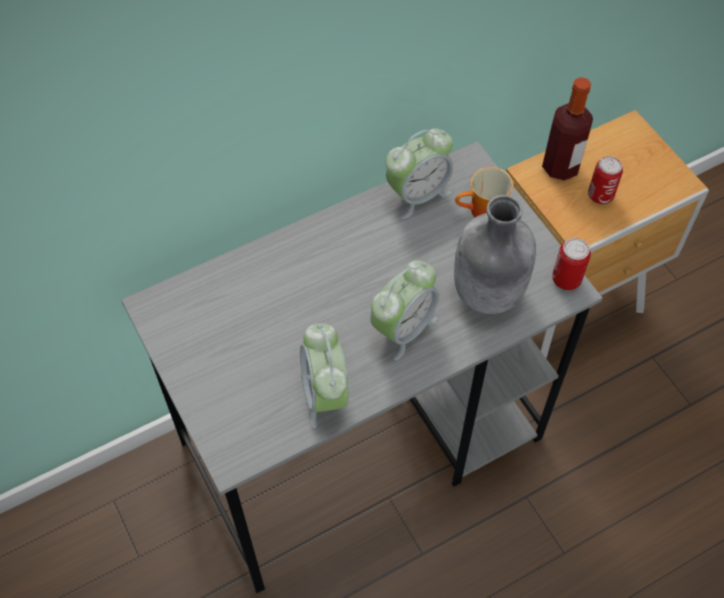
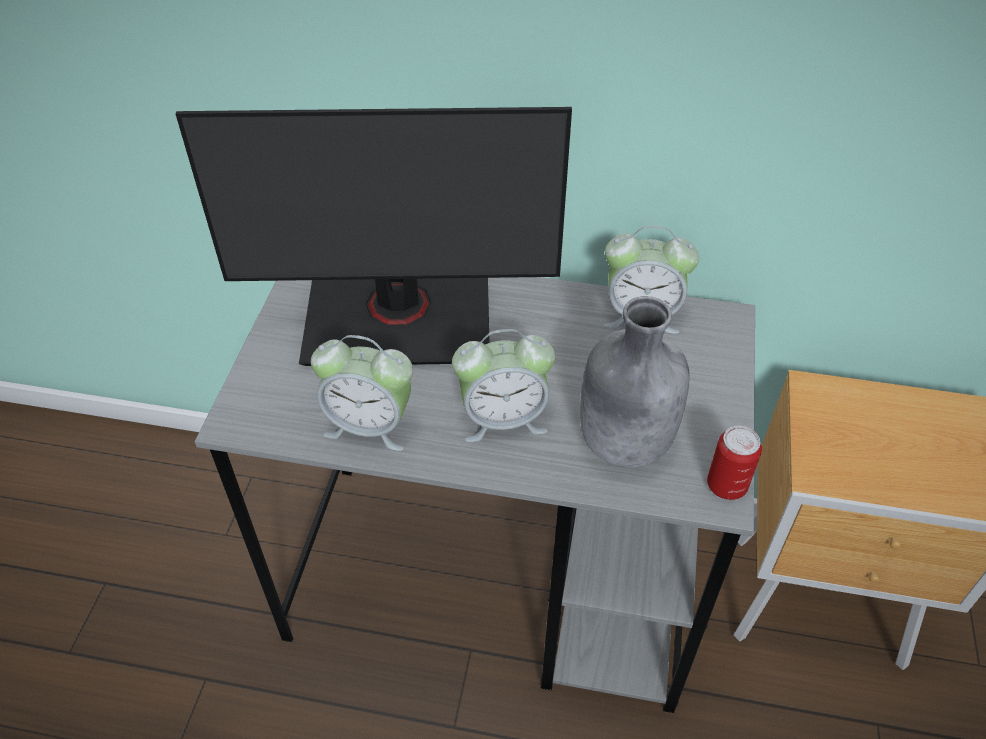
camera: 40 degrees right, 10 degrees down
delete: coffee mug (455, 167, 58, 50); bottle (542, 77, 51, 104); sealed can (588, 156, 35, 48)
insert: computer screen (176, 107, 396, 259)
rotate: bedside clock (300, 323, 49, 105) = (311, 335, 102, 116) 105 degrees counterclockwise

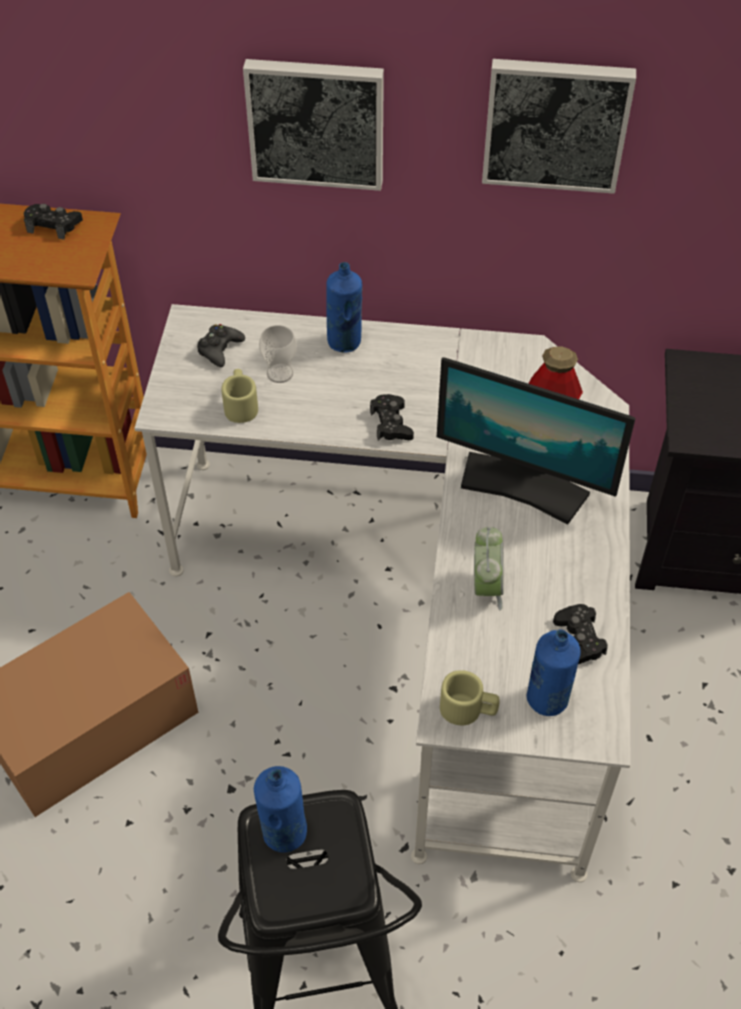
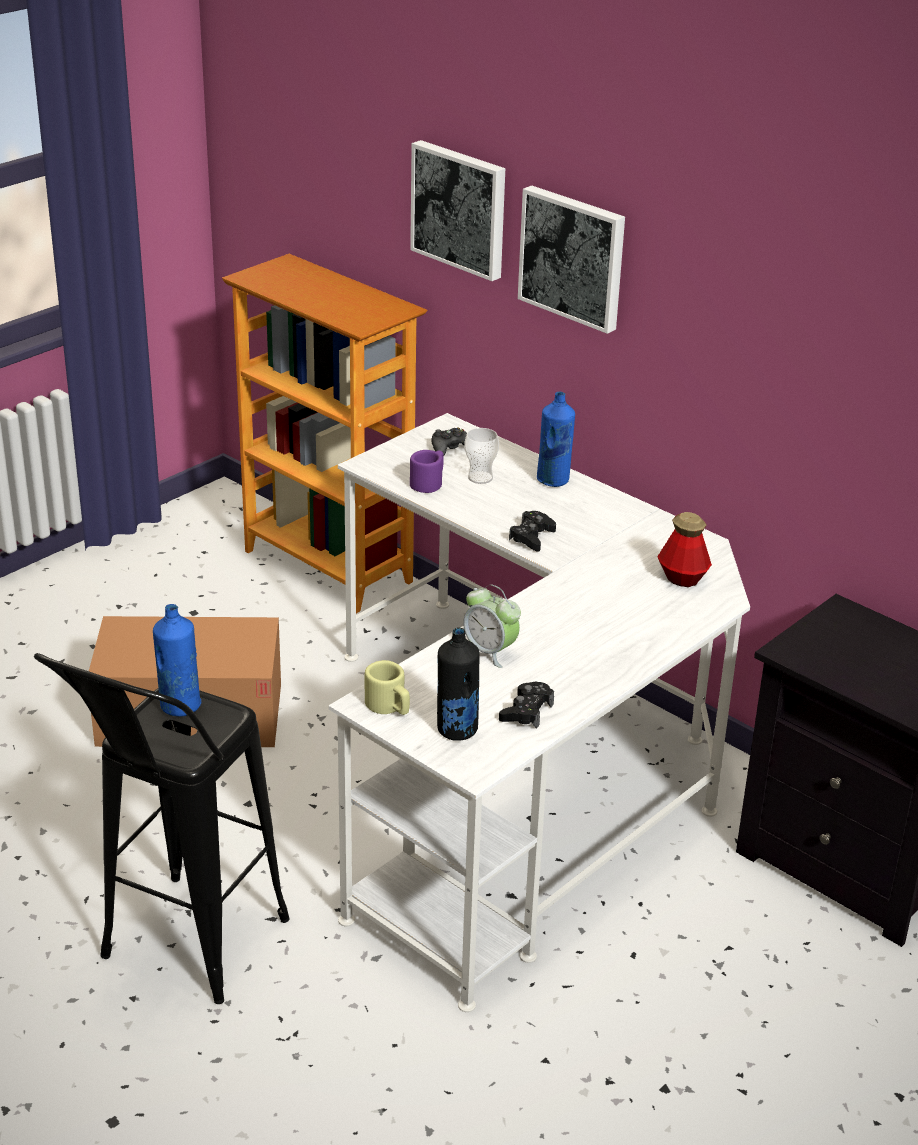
camera: 35 degrees right, 20 degrees down
delete: gamepad/black-coloured (24, 204, 59, 36); computer screen (437, 357, 199, 168)
move: picture (482, 59, 154, 135) to (410, 140, 95, 141)
recolor: coffee mug/sand-coloured (221, 369, 37, 54) to coffee mug/purple-coloured (410, 450, 34, 43); bottle/bluish (526, 630, 55, 86) to bottle/black-coloured (437, 628, 43, 113)
rotate: bedside clock (474, 527, 30, 83) = (463, 584, 58, 84) 90 degrees clockwise

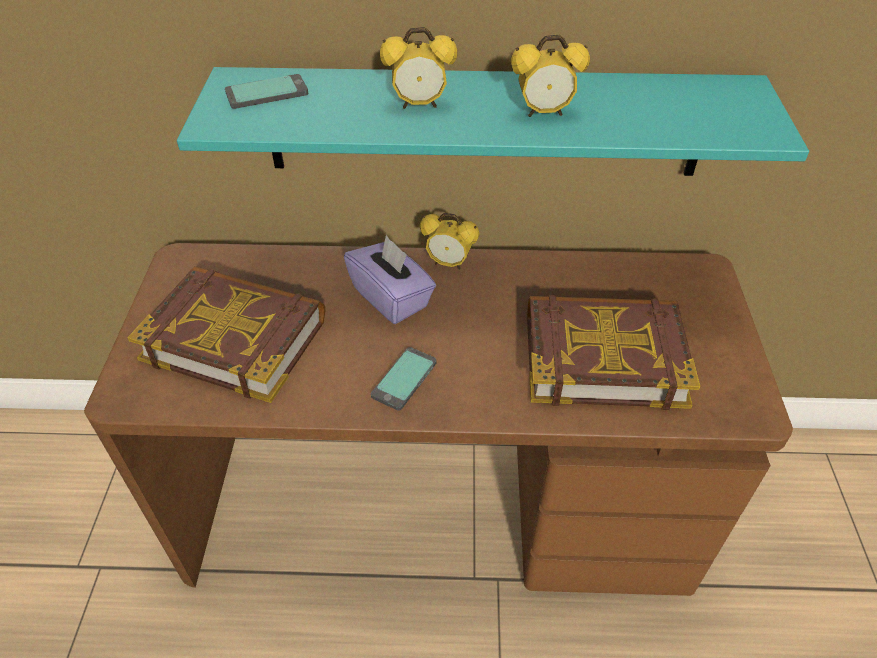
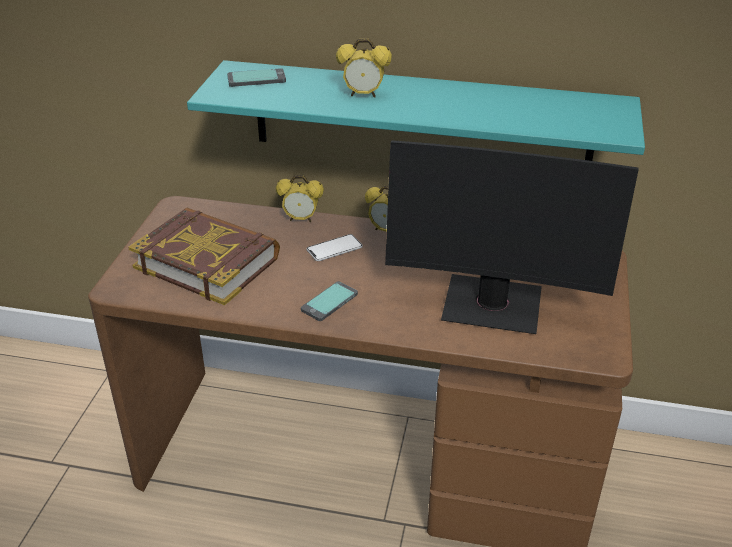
camera: 10 degrees right, 10 degrees down
move: bedside clock (511, 35, 79, 82) to (276, 175, 48, 47)
replace: tissue box/purple-coloured (344, 235, 92, 89) to telephone (306, 234, 57, 27); bound book (527, 295, 173, 115) to computer screen (385, 141, 254, 193)

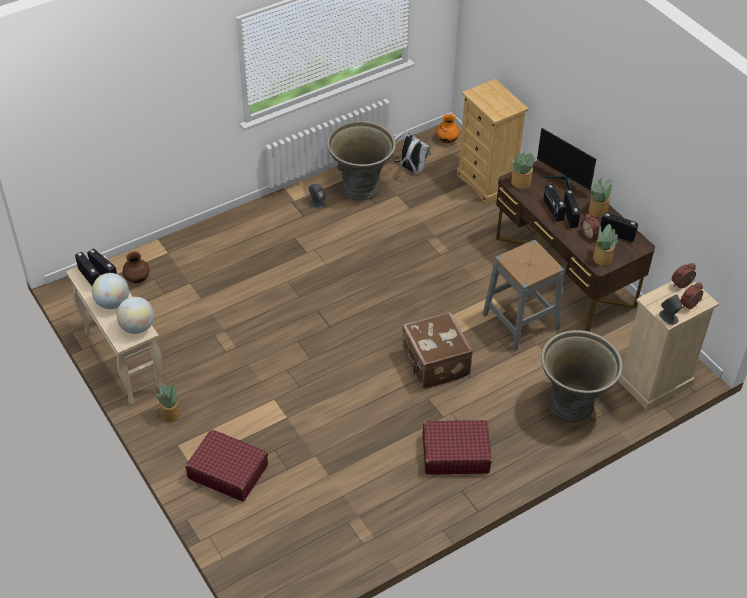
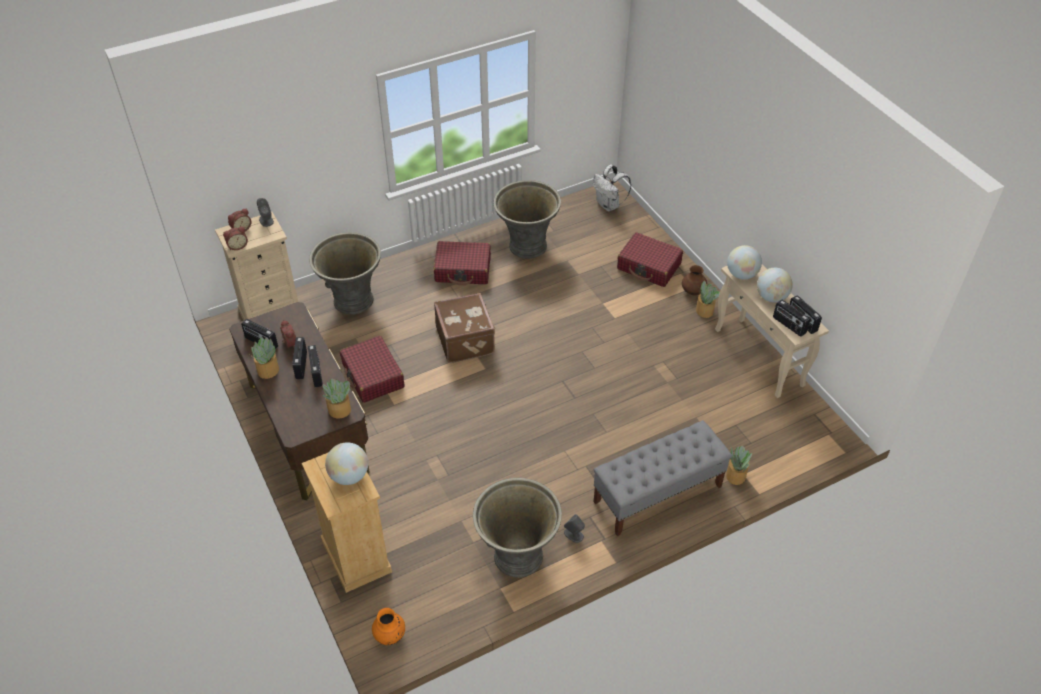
camera: 175 degrees left, 0 degrees up
delete: computer screen (537, 128, 59, 62)
insert: desk globe (325, 442, 43, 43); planter/greyish (494, 180, 67, 79); long seat/greyish (594, 420, 138, 116)
move: flower vase/brown (123, 251, 26, 33) to (682, 265, 25, 31); backpack/white (391, 130, 40, 44) to (593, 164, 38, 48); plant in a pot (593, 224, 25, 41) to (726, 446, 26, 39)
replace: sitting stool/greyish (483, 240, 81, 111) to travel case/red (340, 336, 65, 67)

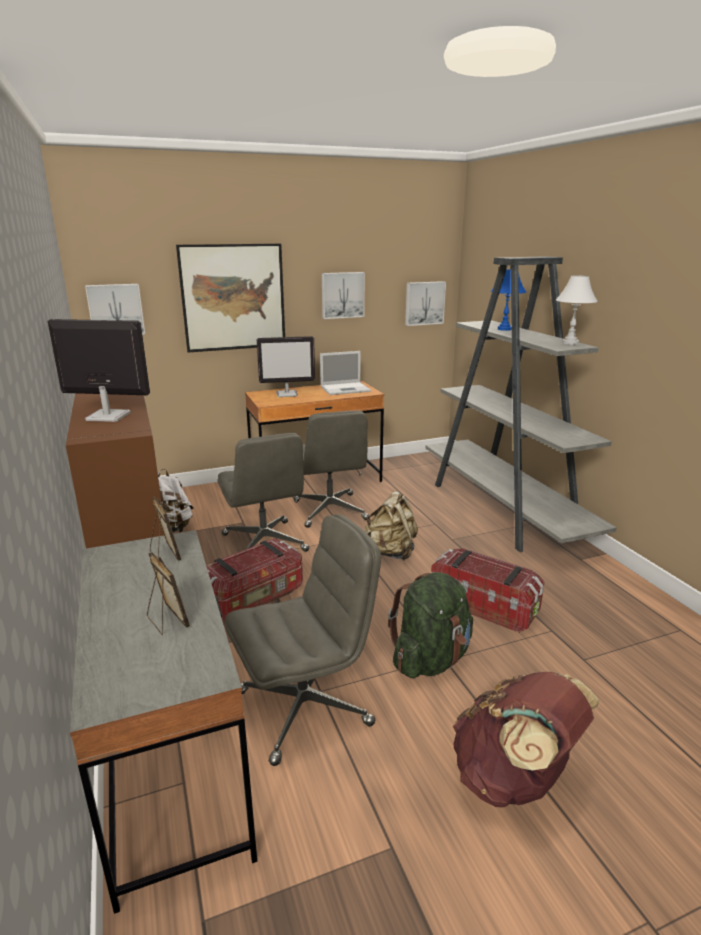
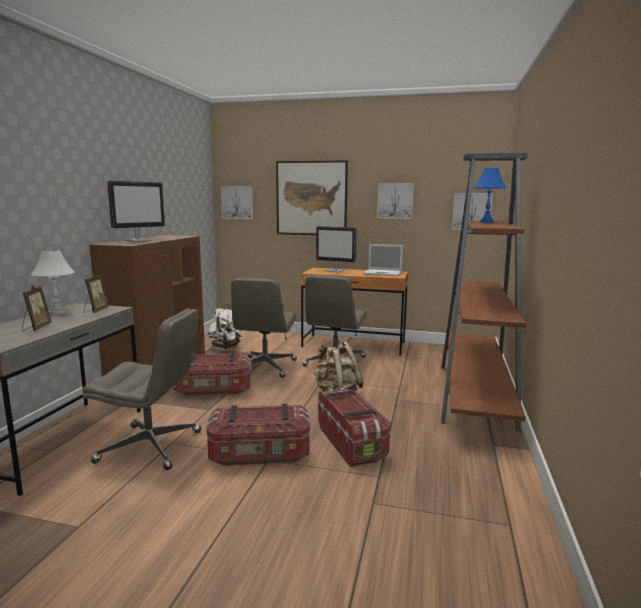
camera: 35 degrees right, 10 degrees down
delete: backpack/brown (453, 672, 147, 135)
move: table lamp/white (556, 275, 42, 70) to (31, 250, 44, 65)
replace: backpack/green (388, 572, 85, 106) to storage container (206, 403, 105, 63)
recolor: bookshelf/greyish (425, 256, 192, 296) to bookshelf/brown (441, 152, 87, 281)
rotate: computer screen (48, 319, 102, 103) = (107, 181, 58, 61) 90 degrees clockwise

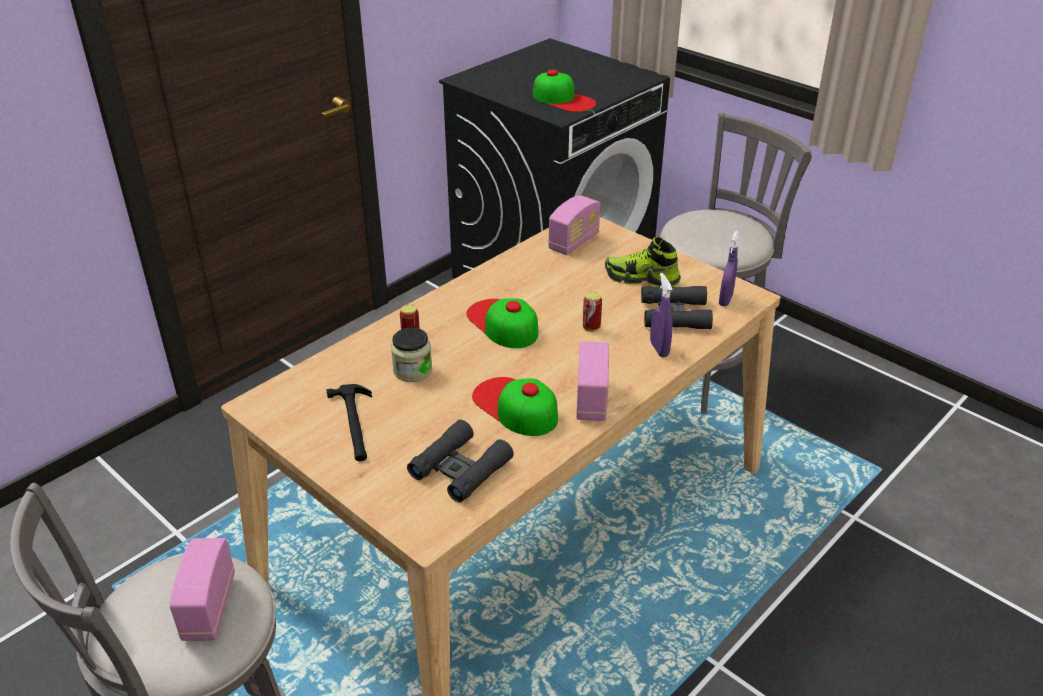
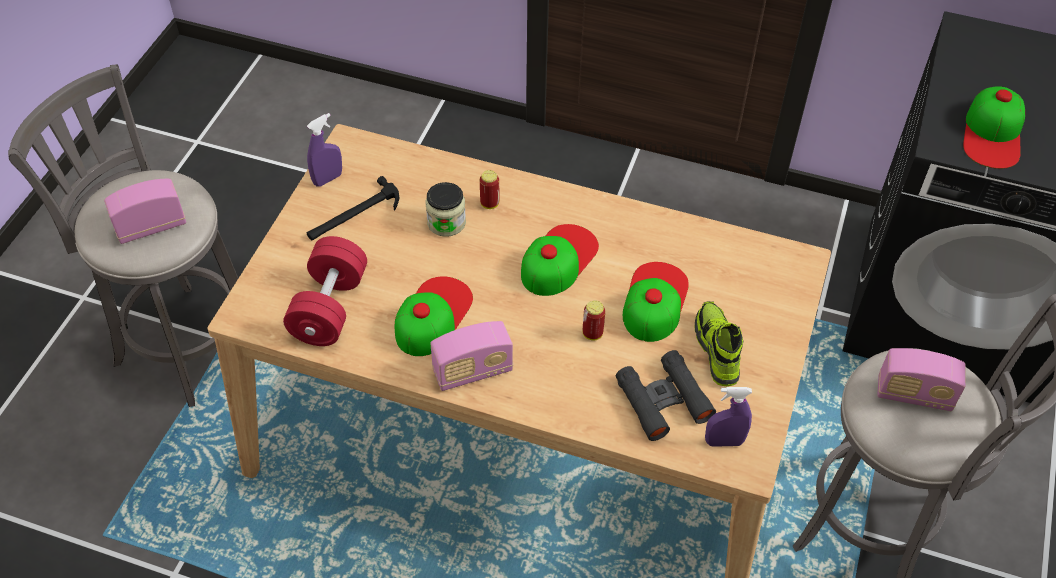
camera: 65 degrees right, 15 degrees up
insert: cap (623, 262, 66, 80)
move: radio set (548, 196, 52, 59) to (877, 348, 89, 63); spray bottle/purple-coloured (650, 273, 23, 84) to (307, 113, 35, 74)
replace: pair of binoculars/black-coloured (407, 420, 107, 82) to dumbbell/red (283, 236, 84, 110)

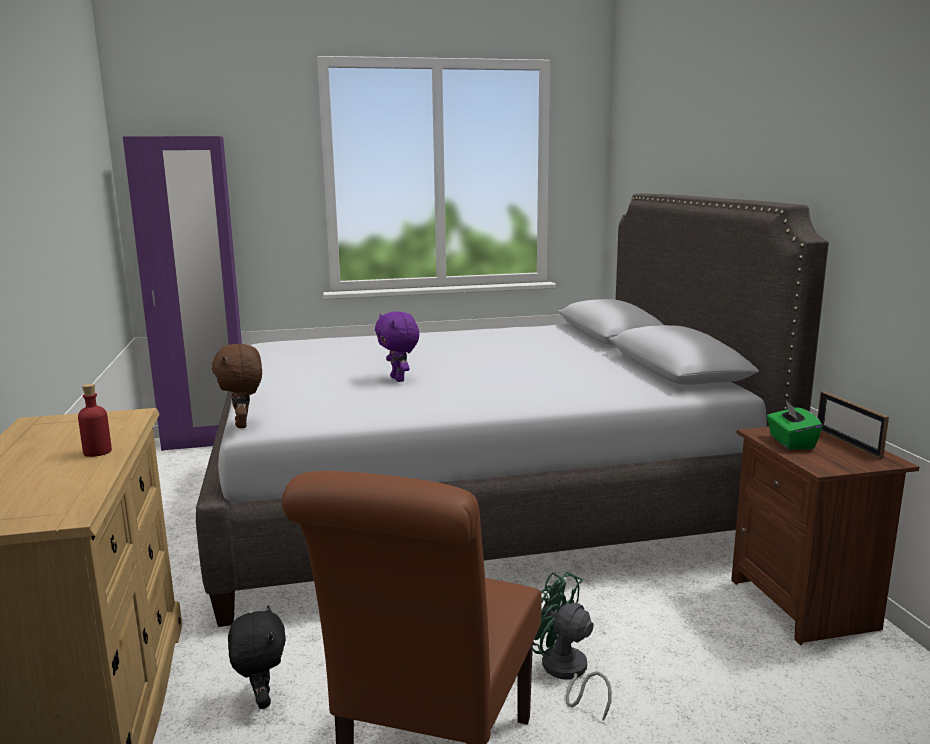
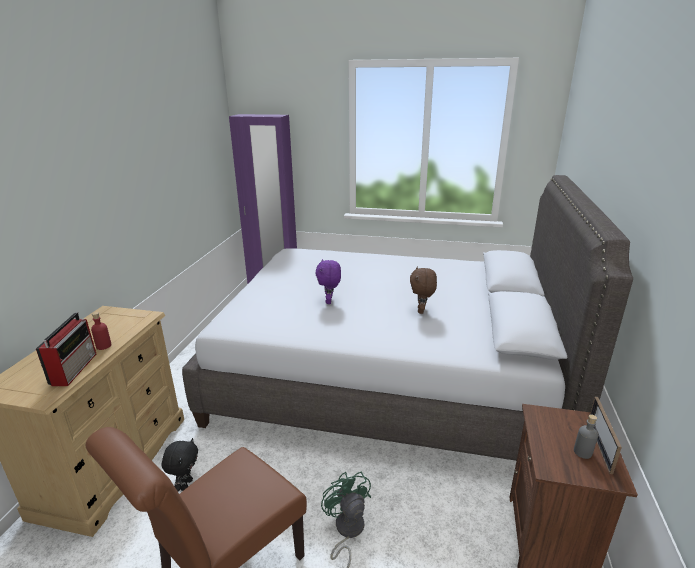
camera: 25 degrees right, 10 degrees up
delete: tissue box/green (767, 401, 55, 49)
insert: radio set (36, 312, 60, 74); bottle/greyish (574, 414, 24, 45)
move: cuddly toy/brown (212, 344, 50, 84) to (410, 266, 27, 48)

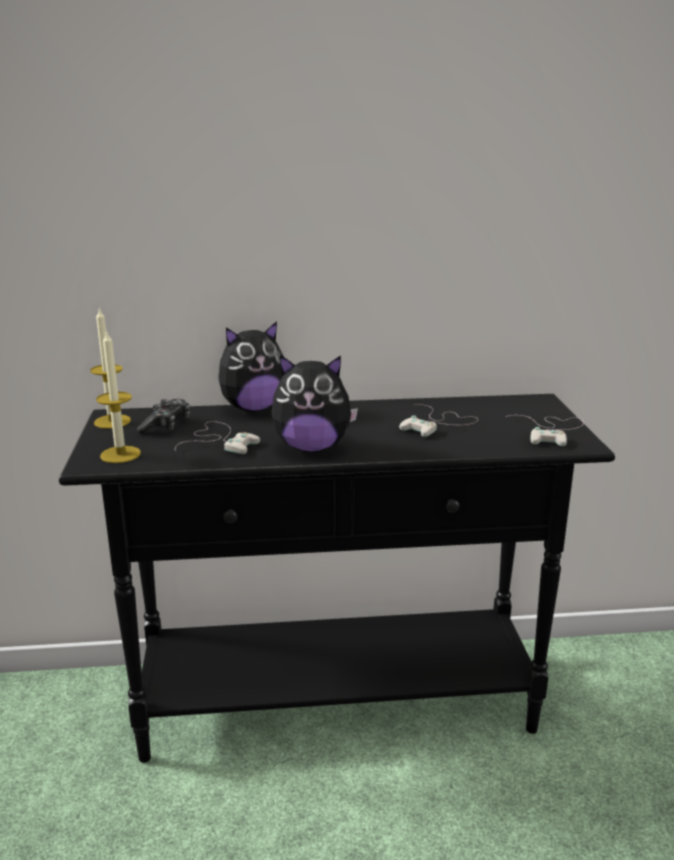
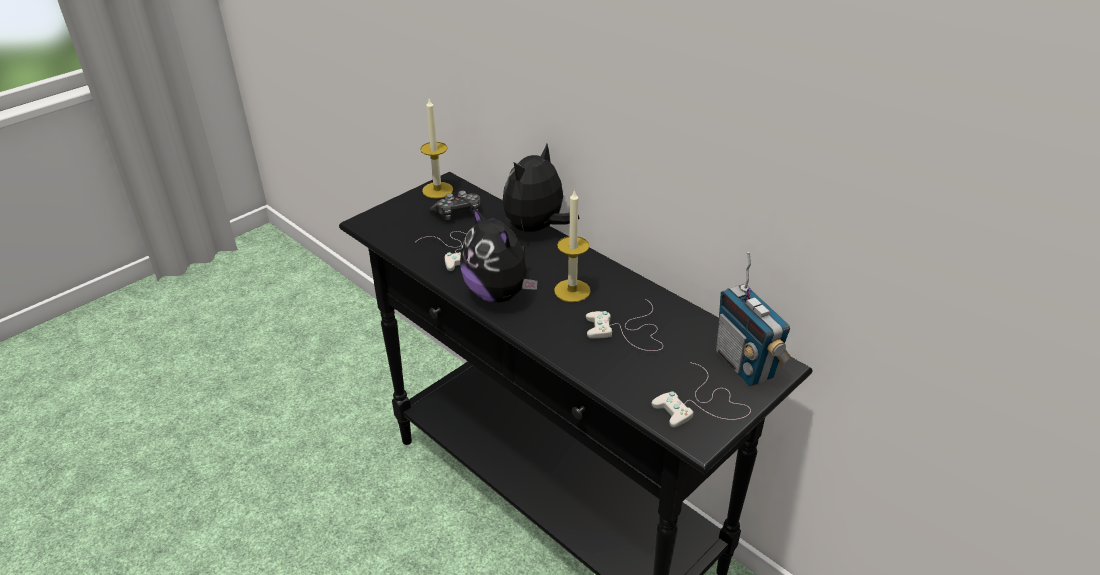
camera: 50 degrees right, 15 degrees up
insert: radio set (716, 252, 76, 134)
move: wax light (96, 330, 45, 133) to (554, 189, 37, 113)
rotate: cuddly toy (218, 321, 66, 91) = (502, 144, 77, 88) 105 degrees clockwise

